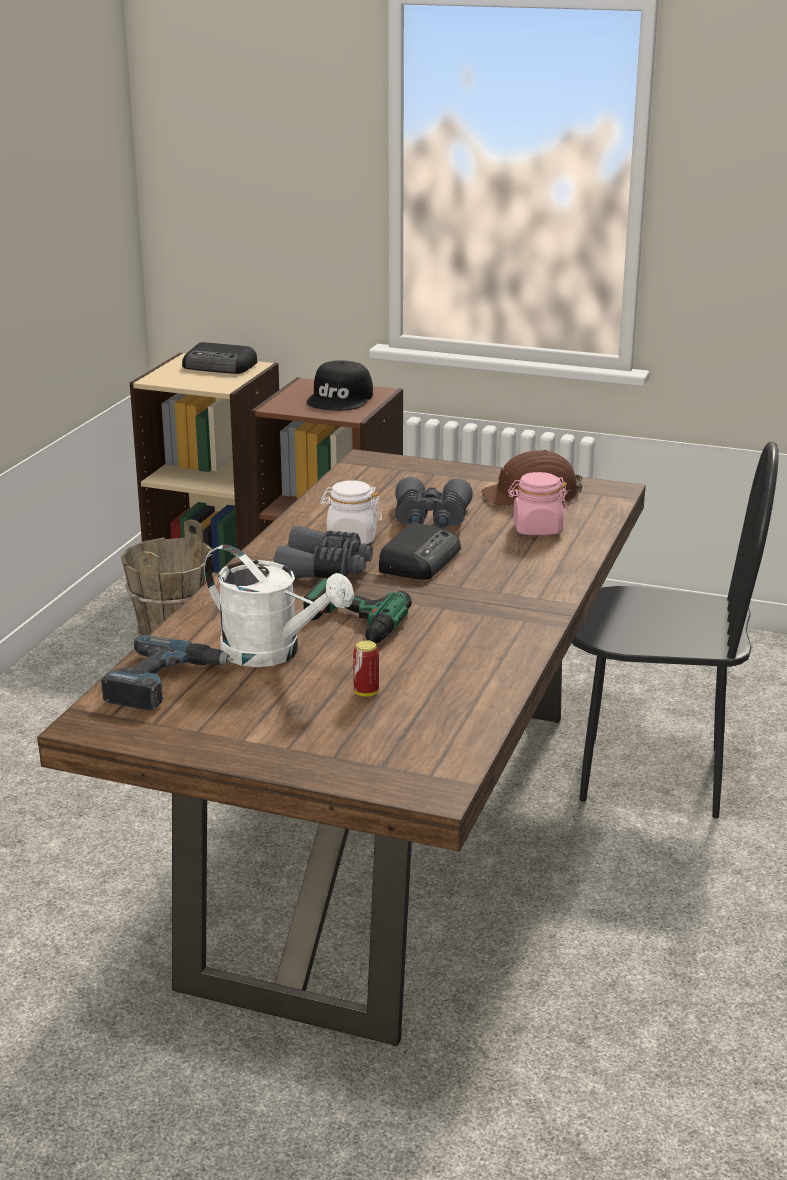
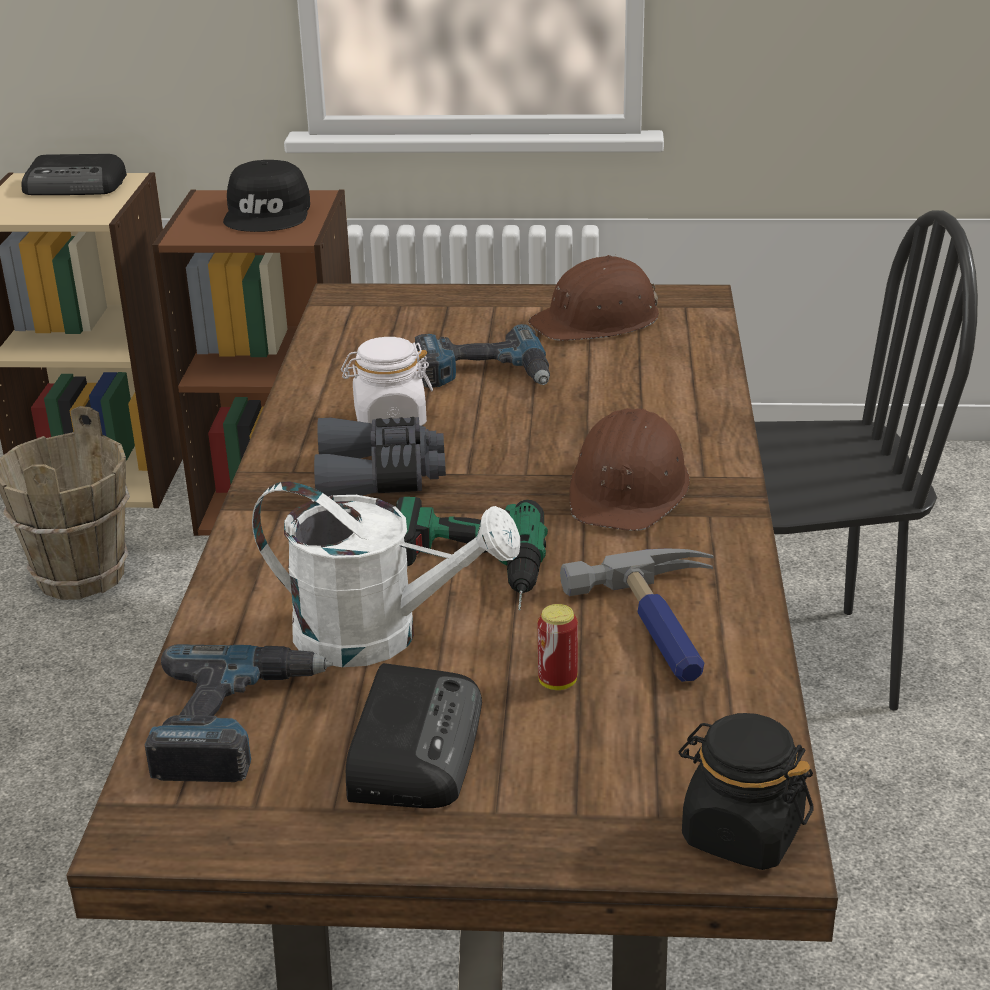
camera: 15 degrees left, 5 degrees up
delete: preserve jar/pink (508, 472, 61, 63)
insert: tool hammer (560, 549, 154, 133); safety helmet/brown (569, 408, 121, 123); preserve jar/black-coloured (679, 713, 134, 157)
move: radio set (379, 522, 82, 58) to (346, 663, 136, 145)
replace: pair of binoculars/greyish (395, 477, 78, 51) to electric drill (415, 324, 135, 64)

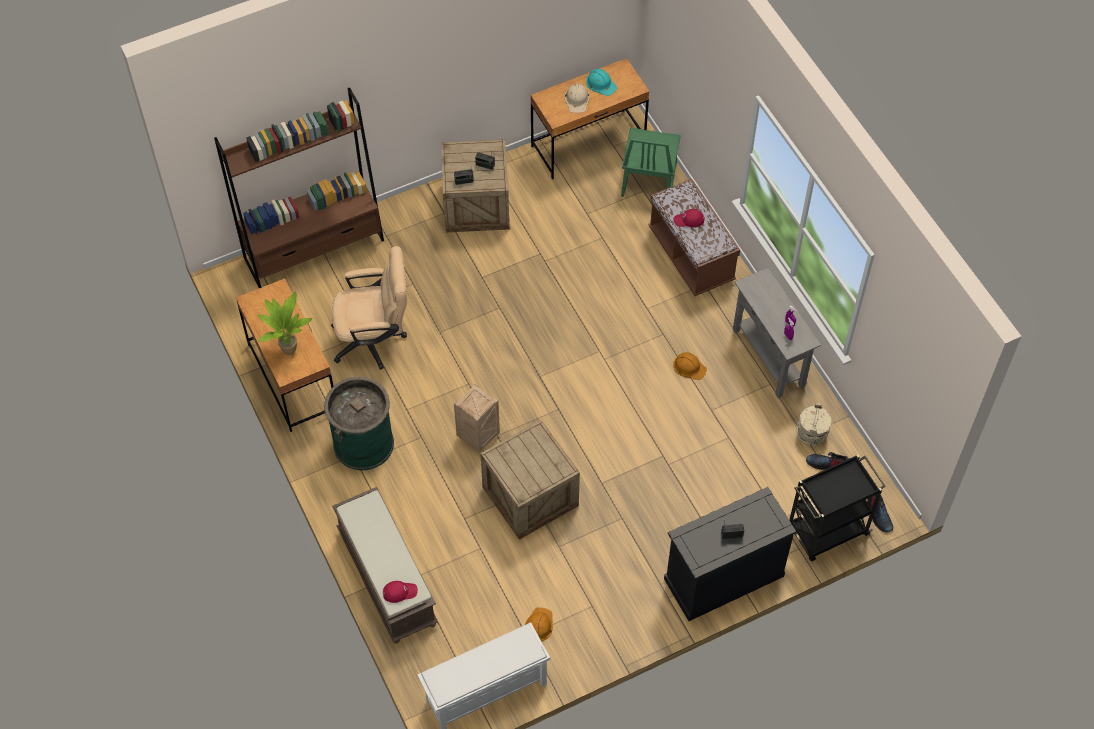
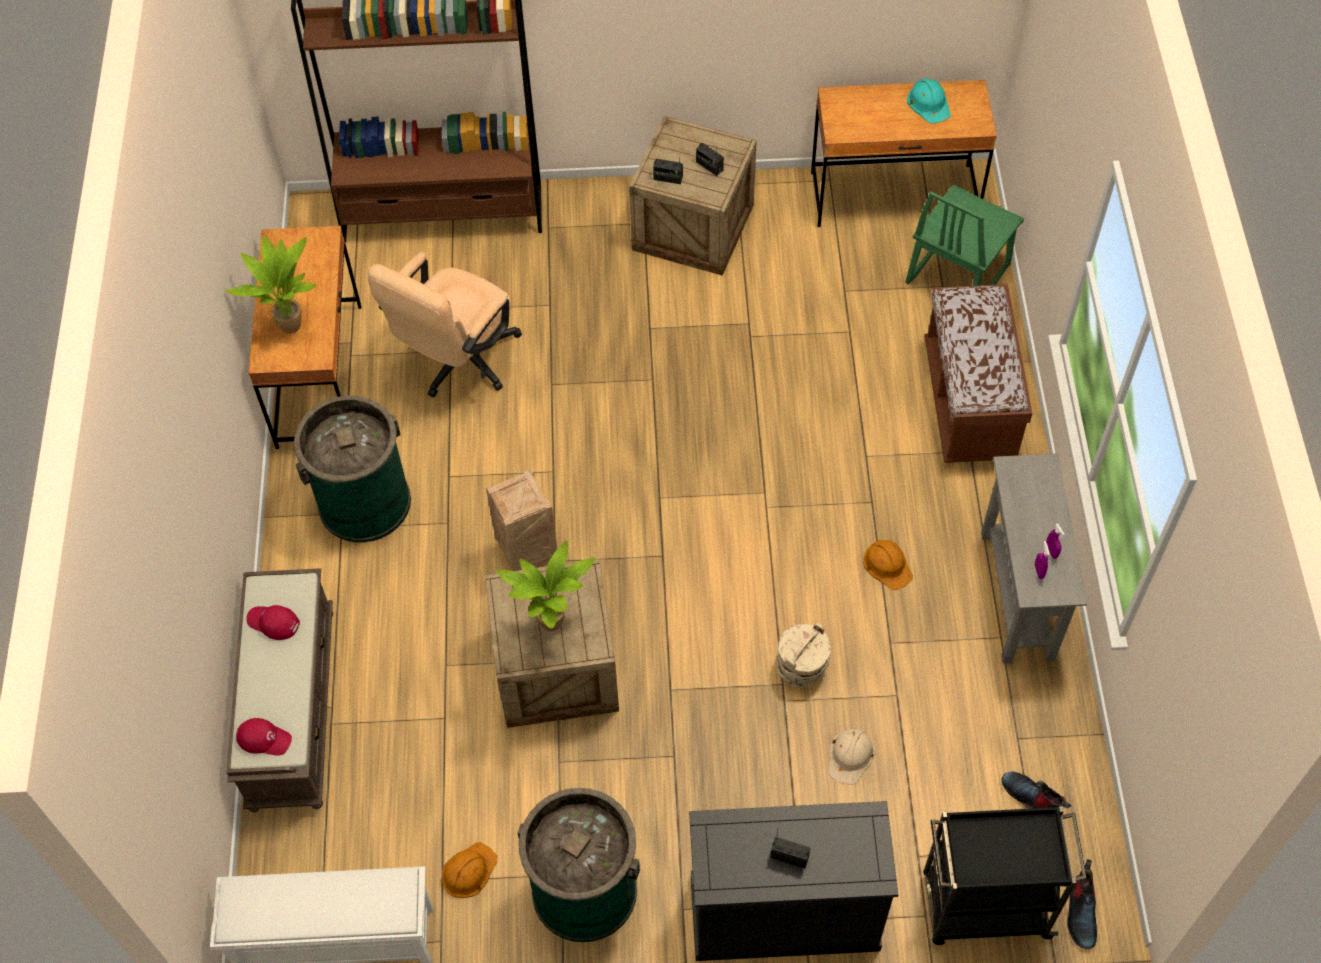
camera: 25 degrees right, 0 degrees up
insert: plant in a pot (496, 541, 99, 90); trash can/green (518, 788, 122, 154)
move: safety helmet/sand-coloured (565, 83, 24, 30) to (829, 728, 46, 57); cap/red (673, 209, 31, 19) to (246, 605, 54, 35); water bucket/sand-coloured (797, 403, 34, 43) to (776, 623, 55, 65)
rotate: computer chair/sand-coloured (331, 246, 76, 124) = (368, 252, 154, 146) 105 degrees clockwise

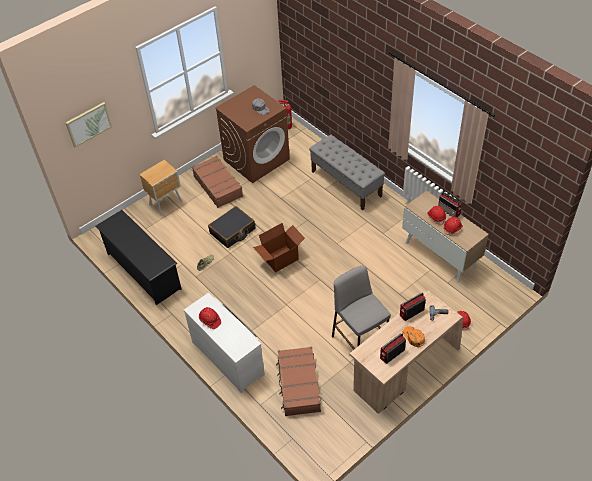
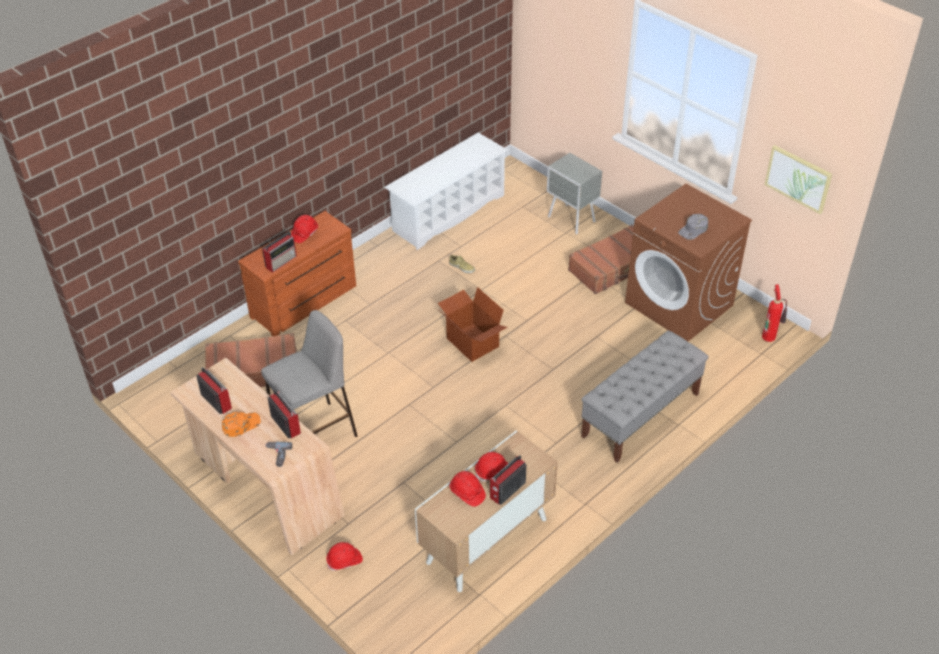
camera: 85 degrees right, 5 degrees down
delete: travel case/black-coloured (208, 206, 47, 42)
insert: radio set (262, 231, 35, 42)
move: picture (66, 102, 46, 45) to (765, 145, 67, 69)
recolor: shoe rack/black-coloured (96, 210, 86, 95) to shoe rack/white (384, 133, 124, 117); nightstand/brown (139, 160, 43, 56) to nightstand/greyish (547, 153, 55, 81); dresser/white (184, 293, 81, 100) to dresser/brown (238, 211, 118, 125)

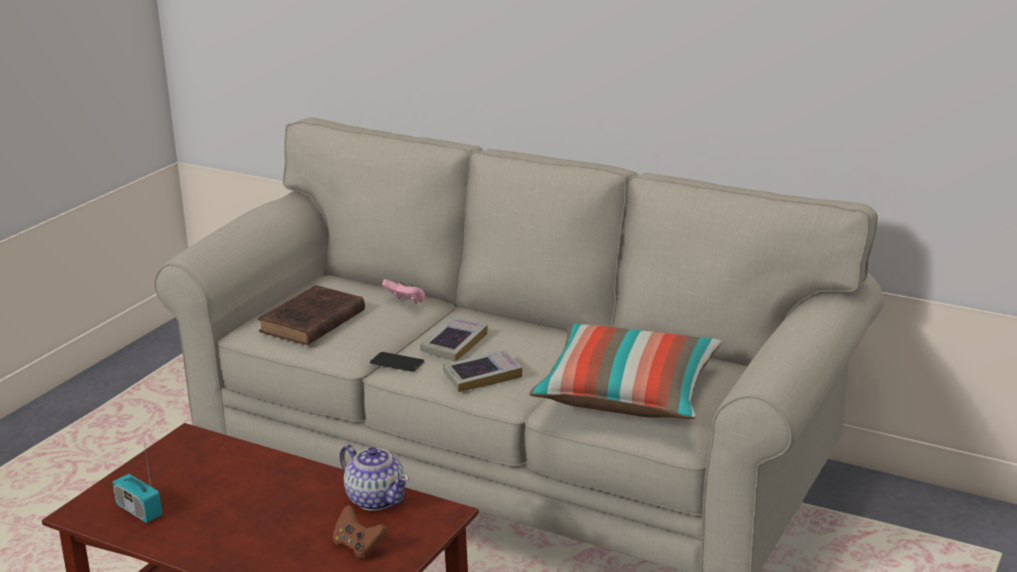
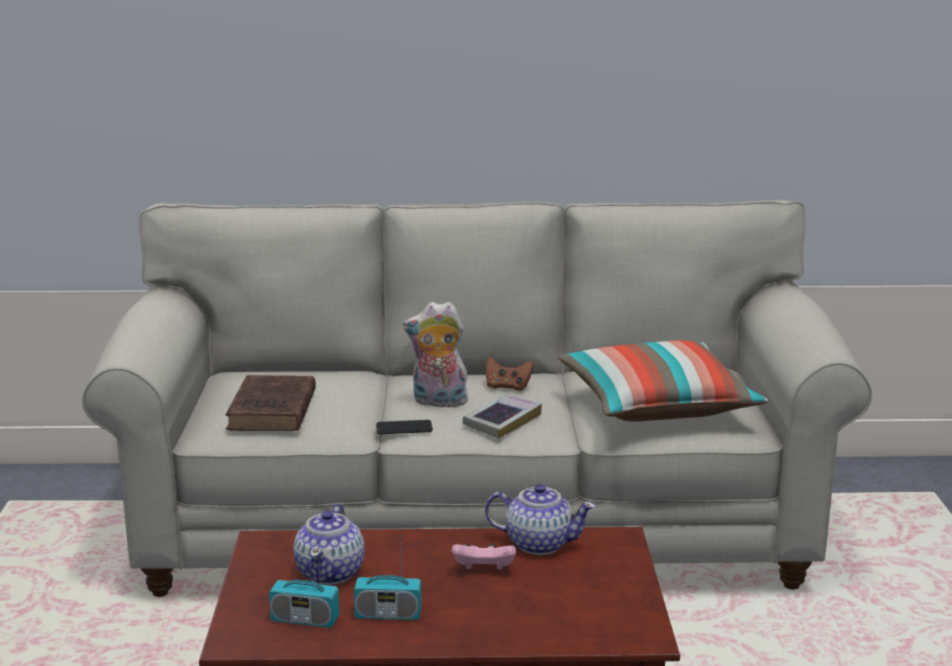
camera: 30 degrees left, 5 degrees down
insert: teapot (293, 503, 72, 82); radio set (354, 522, 67, 98)
move: gamepad/brown (333, 505, 54, 53) to (486, 358, 47, 33); gamepad/pink (382, 279, 43, 25) to (452, 544, 64, 26)
replace: bound book (420, 318, 68, 44) to cuddly toy (403, 302, 67, 105)

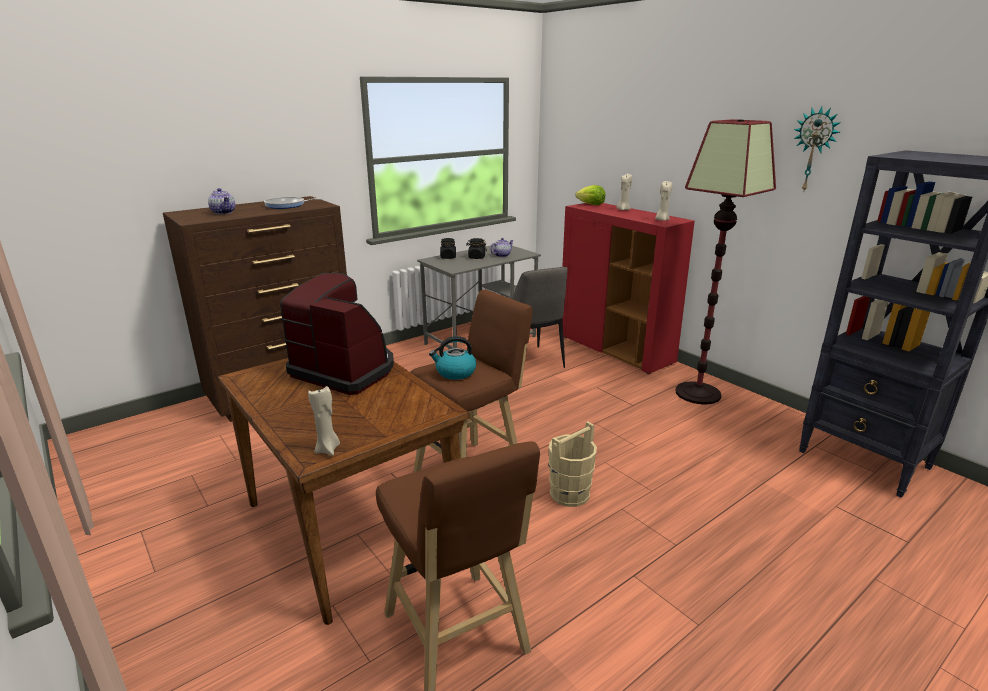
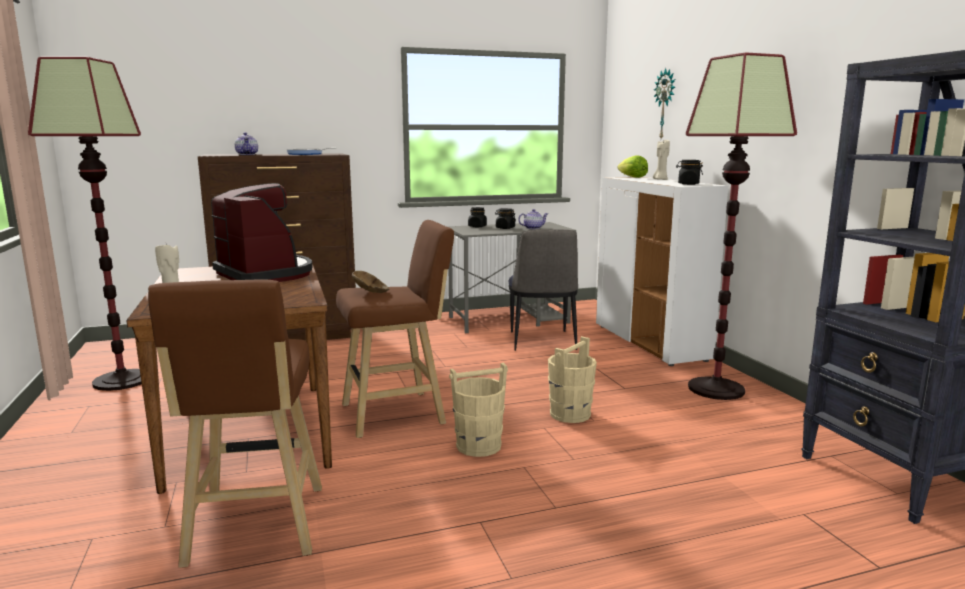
camera: 20 degrees right, 10 degrees down
insert: standing lamp (28, 56, 114, 335); water bucket/sand-coloured (548, 336, 49, 87)
move: wall clock (794, 106, 47, 87) to (654, 68, 21, 71)
replace: water kettle (429, 336, 47, 44) to bowl/brown (352, 271, 37, 22); wax light/sand-coloured (655, 181, 18, 40) to preserve jar/black-coloured (676, 160, 27, 25)
recolor: cabinet/red (562, 203, 133, 171) to cabinet/white (596, 177, 132, 189)

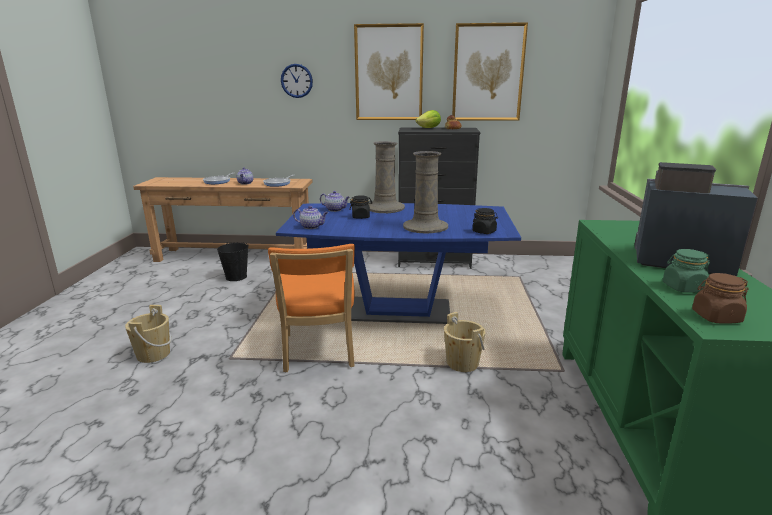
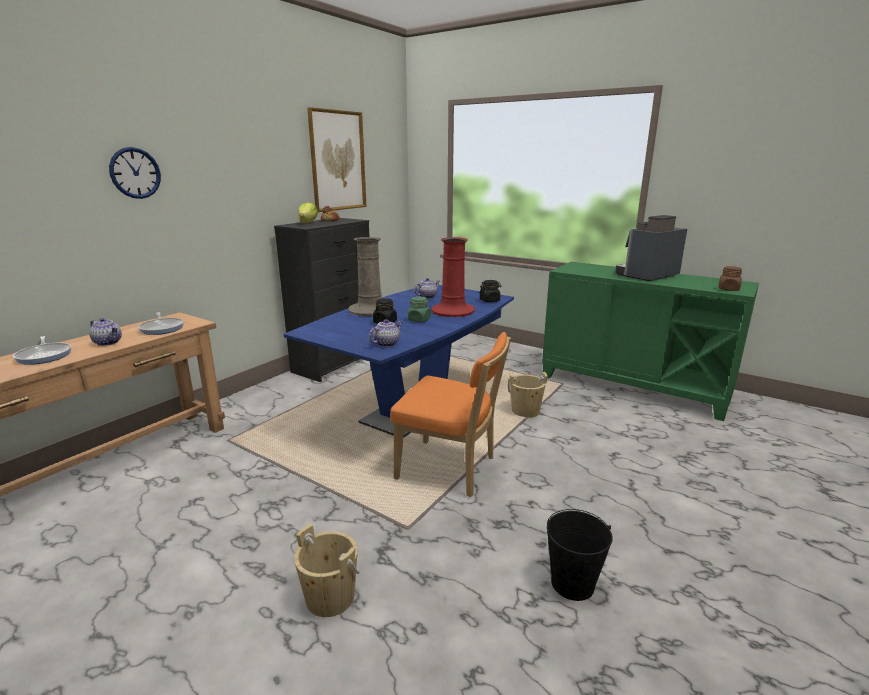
camera: 60 degrees left, 0 degrees up
delete: picture (354, 23, 70, 97)
move: water bucket/black-coloured (217, 242, 32, 39) to (547, 509, 66, 92); teapot (320, 191, 30, 21) to (414, 278, 26, 21); preserve jar/green (663, 249, 47, 44) to (408, 296, 23, 26)
recolor: flower vase/sand-coloured (403, 151, 45, 83) to flower vase/red (431, 237, 44, 80)

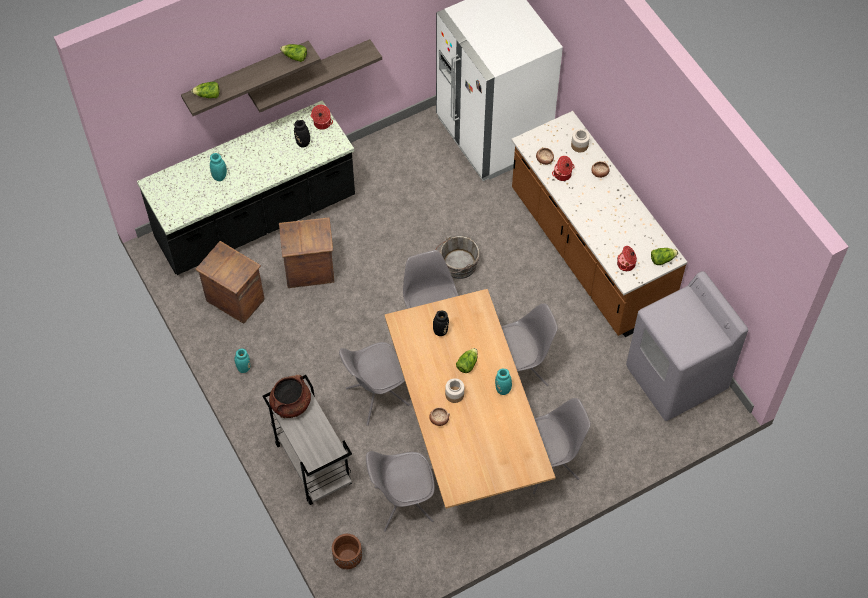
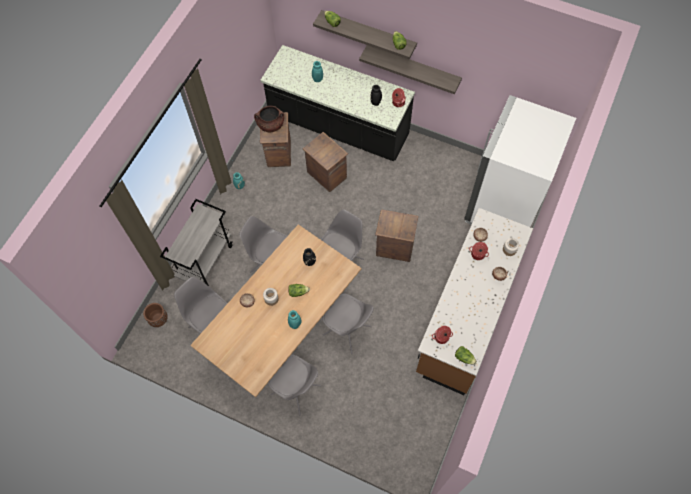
camera: 55 degrees right, 5 degrees up
delete: laundry machine/greyish (626, 271, 122, 150)
move: stockpot/brown (269, 375, 42, 43) to (254, 106, 30, 26)
replace: water bucket/greyish (436, 236, 44, 43) to crate (375, 209, 44, 53)

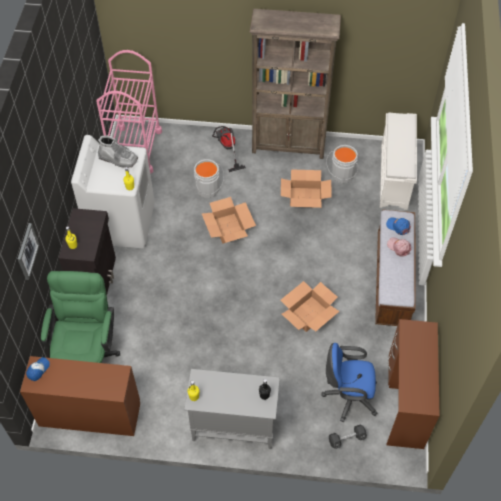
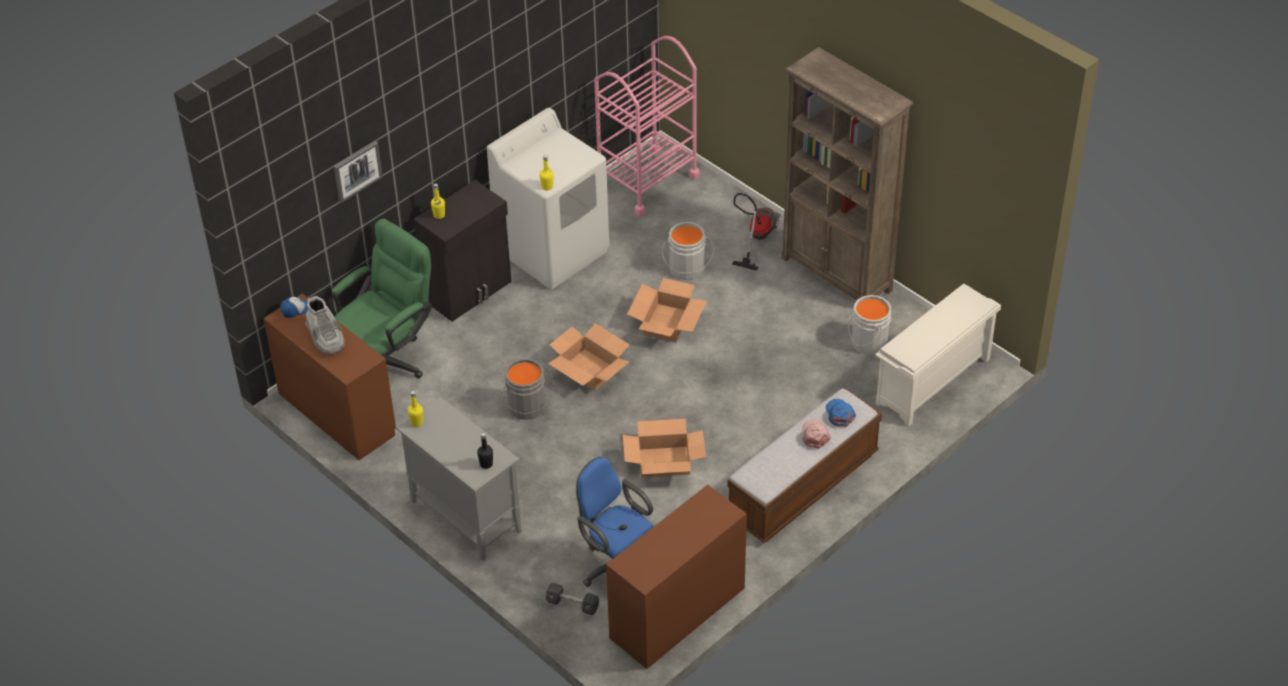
camera: 40 degrees right, 10 degrees down
insert: water bucket/greyish (503, 358, 51, 62)
move: high-top boot/greyish (98, 136, 40, 31) to (305, 296, 40, 59); carton (281, 169, 51, 39) to (548, 323, 82, 67)

